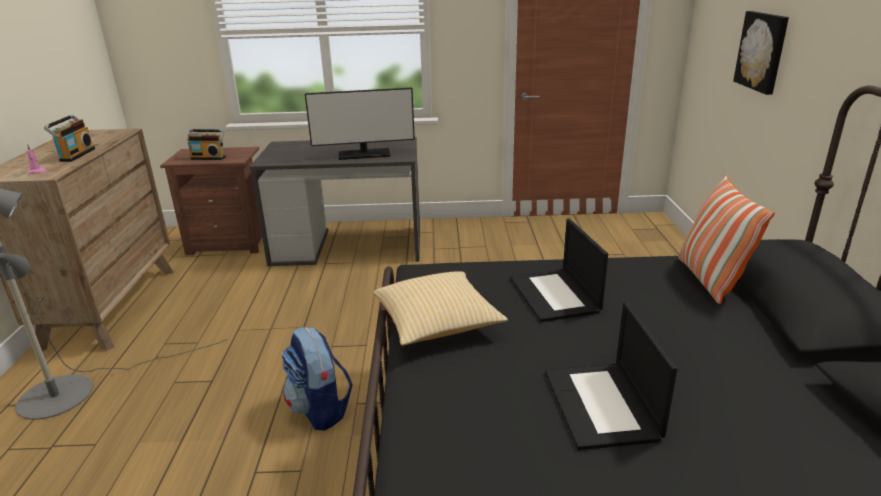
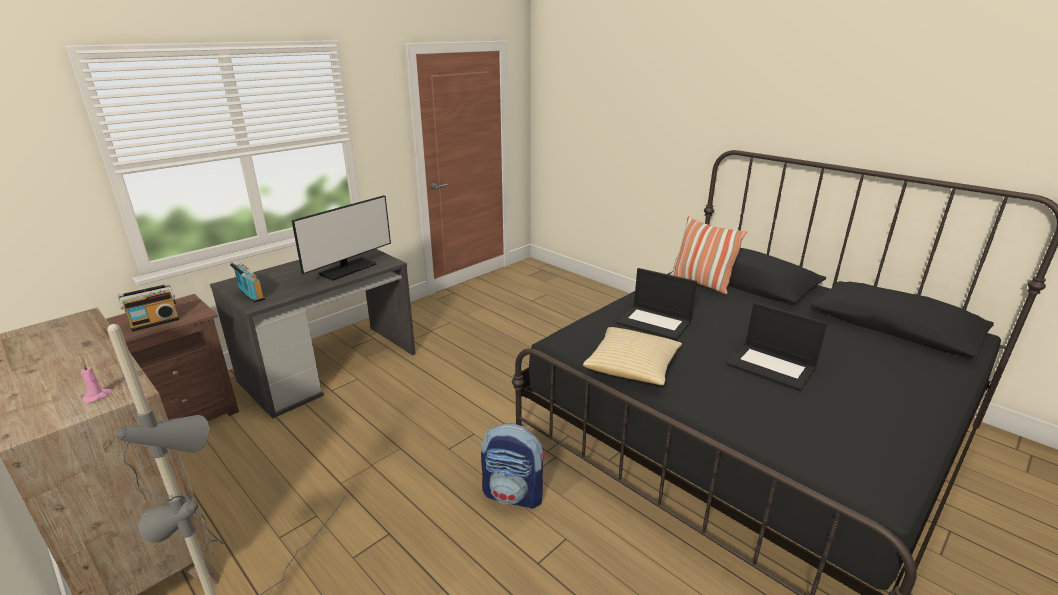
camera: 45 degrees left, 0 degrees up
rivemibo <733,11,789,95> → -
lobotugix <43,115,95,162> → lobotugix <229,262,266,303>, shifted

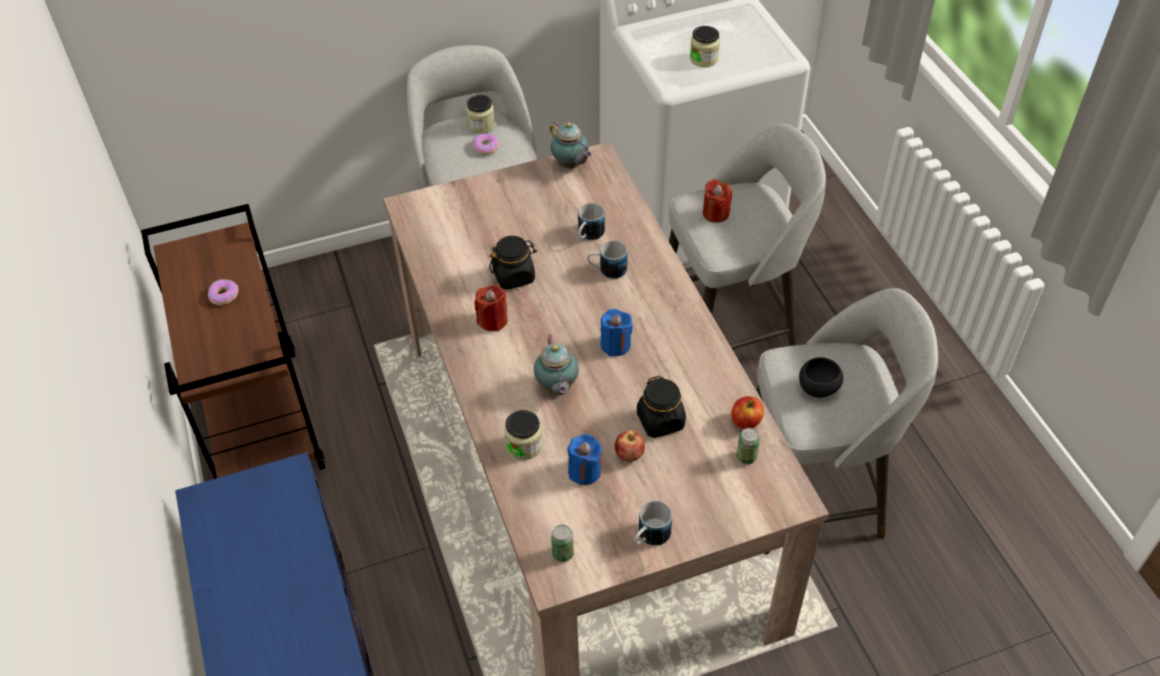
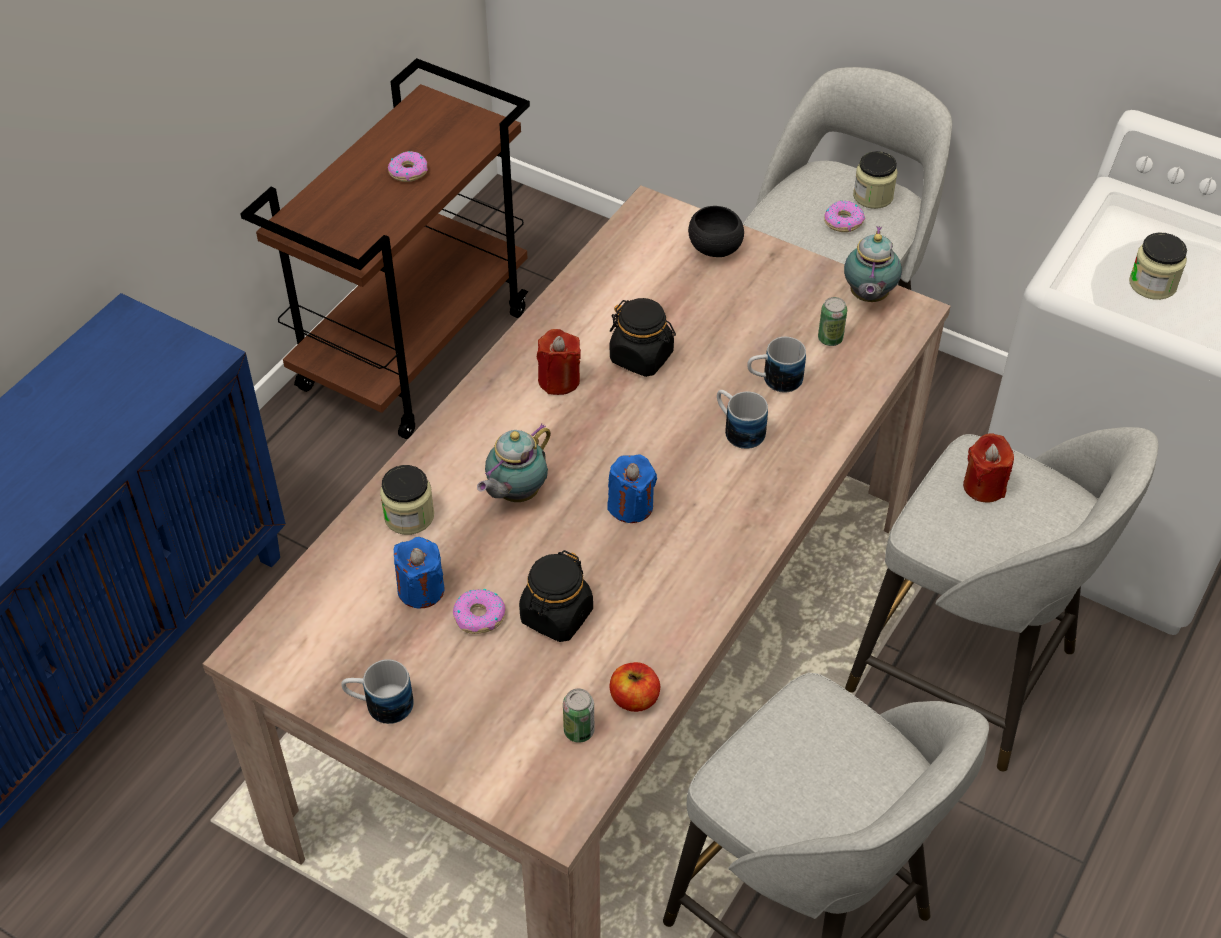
camera: 50 degrees right, 0 degrees up
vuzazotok <551,525,574,562> → vuzazotok <818,297,847,346>, shifted
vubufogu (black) <799,357,843,398> → vubufogu (black) <688,206,744,257>, shifted
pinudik <615,430,645,462> → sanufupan <453,589,505,634>

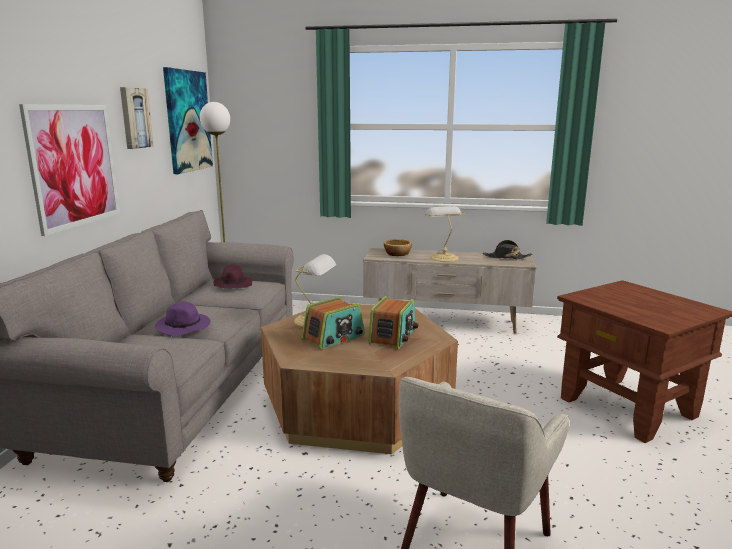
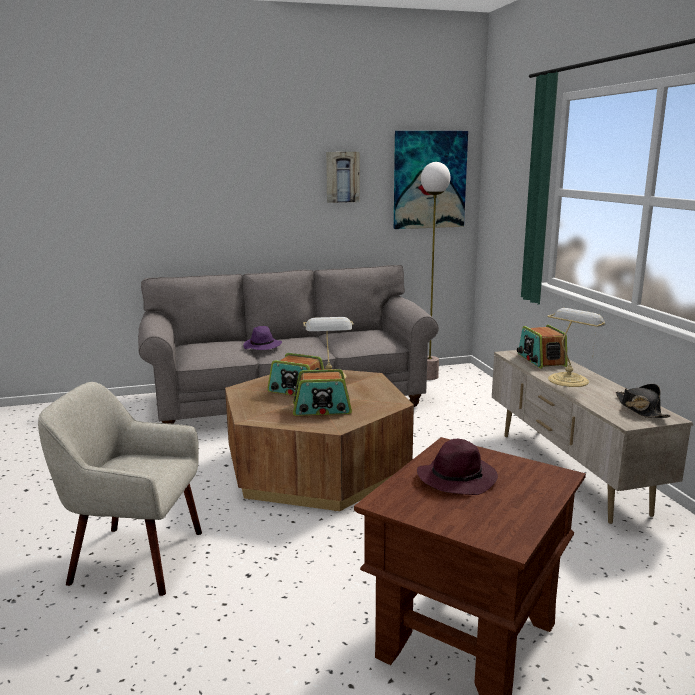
camera: 65 degrees right, 0 degrees up
rivemibo <19,104,120,236> → -
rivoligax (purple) <213,264,252,288> → rivoligax (purple) <417,439,498,495>, shifted
vubufogu <384,239,412,256> → lobotugix <517,325,568,368>

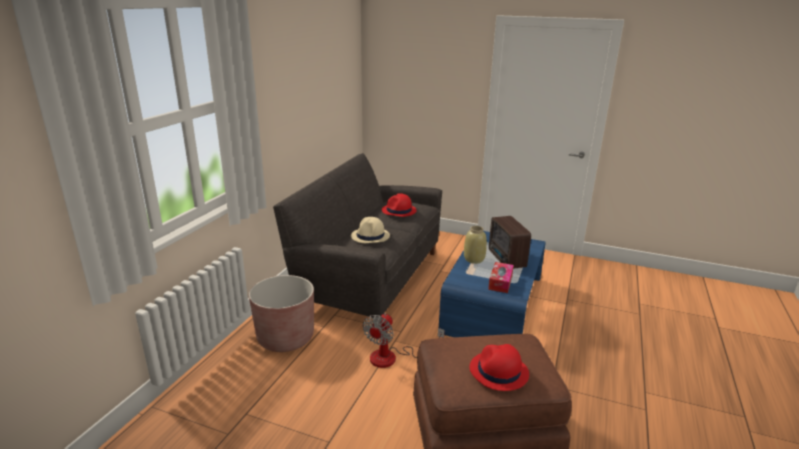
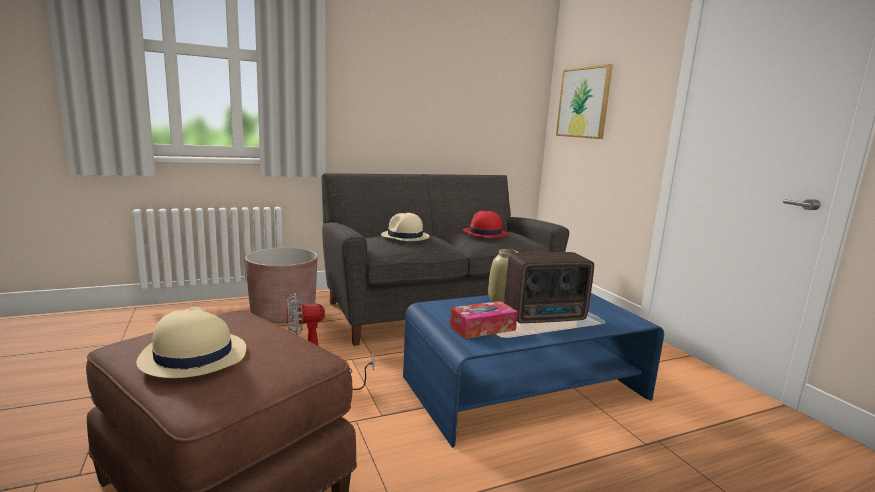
camera: 45 degrees right, 10 degrees down
- → rivemibo <556,64,613,139>
rivoligax (red) <469,344,529,391> → rivoligax (beige) <136,307,246,378>
lobotugix <489,216,531,269> → lobotugix <504,252,594,323>, 135 degrees counterclockwise

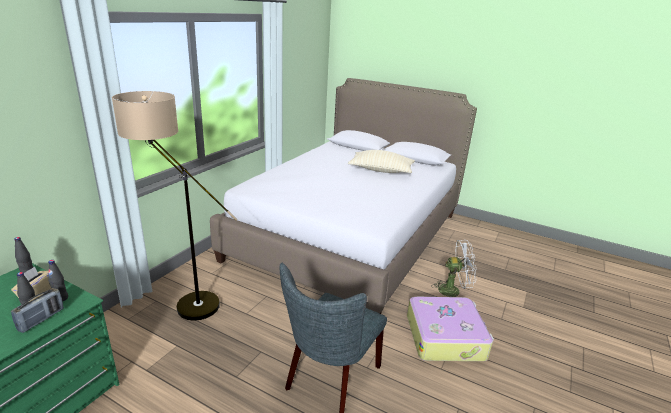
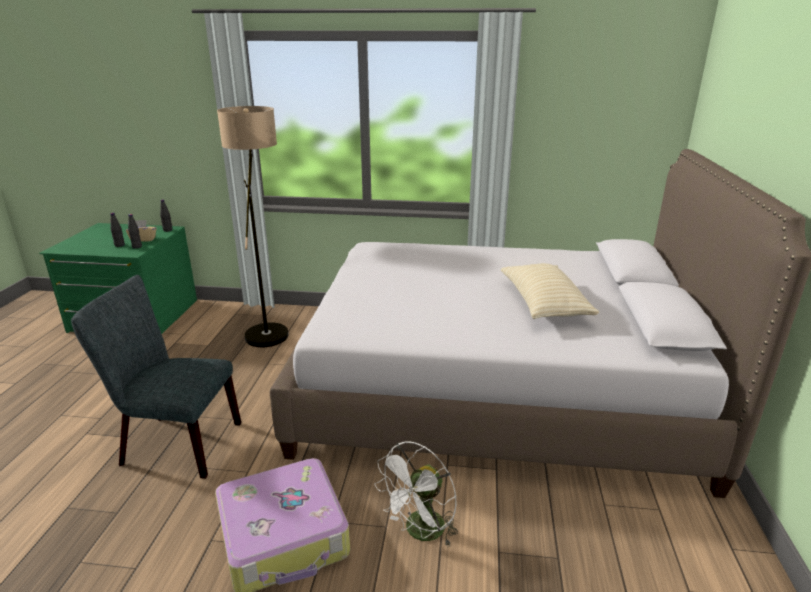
camera: 70 degrees right, 0 degrees up
lobotugix <11,288,64,333> → -
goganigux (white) <431,240,477,297> → goganigux (white) <374,442,458,547>, 60 degrees clockwise

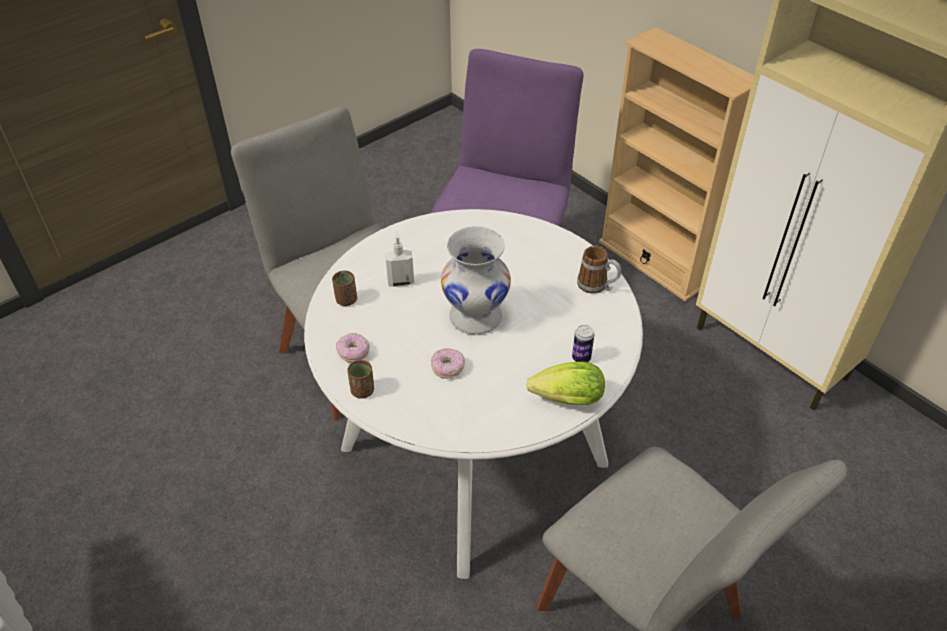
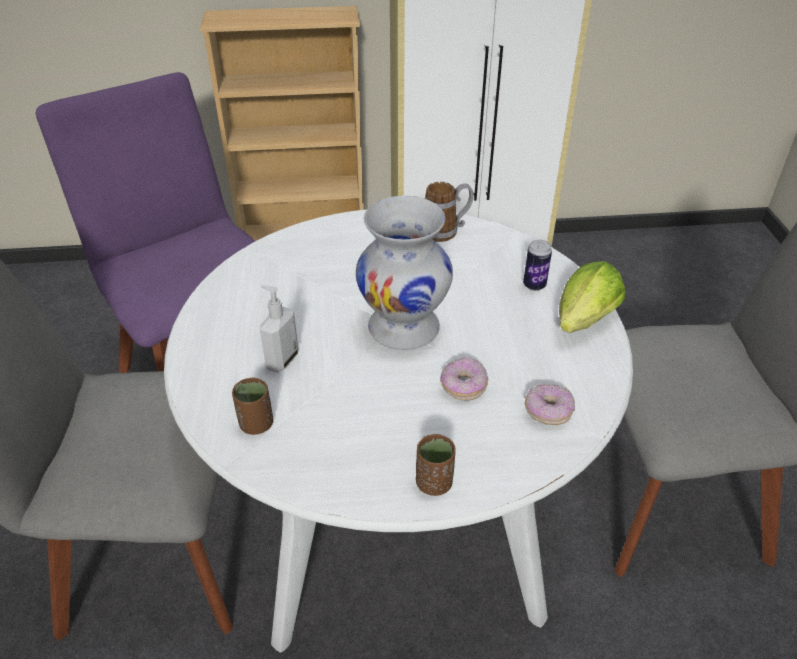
camera: 55 degrees left, 5 degrees down
sanufupan <336,333,370,362> → sanufupan <525,384,575,425>, shifted

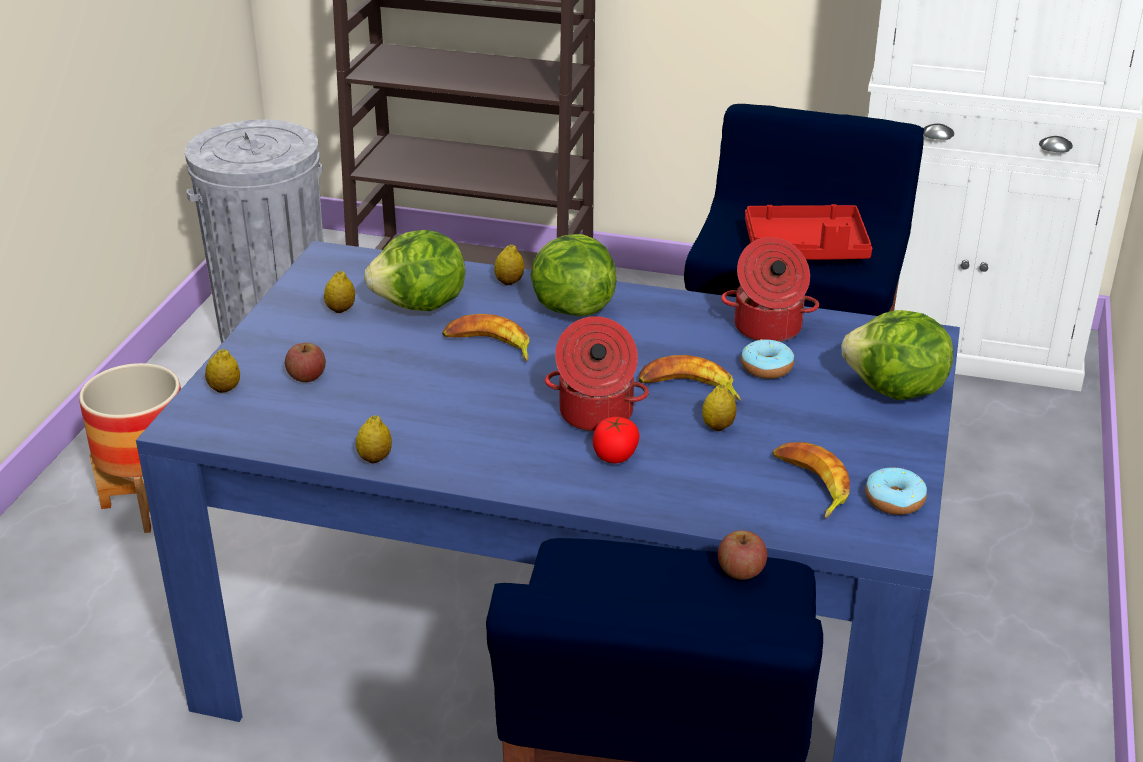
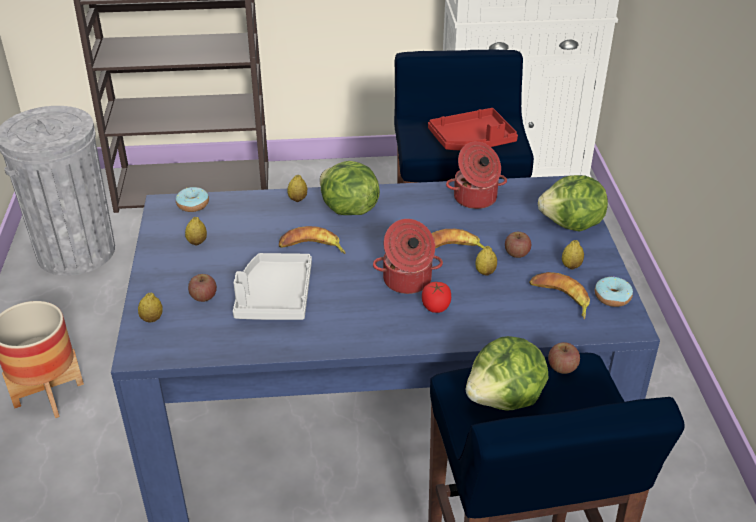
camera: 20 degrees left, 5 degrees up
- → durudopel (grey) <233,253,312,320>
- → pinudik <505,232,531,258>
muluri <356,415,392,464> → muluri <562,240,584,270>, shifted
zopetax <364,230,465,311> → zopetax <466,336,549,410>, shifted
sanufupan <741,339,794,379> → sanufupan <176,187,209,212>, shifted

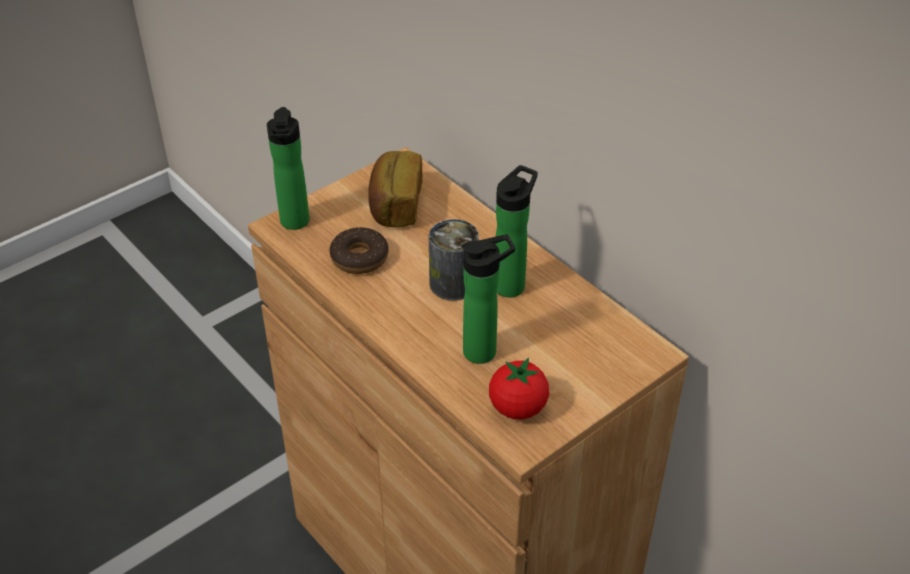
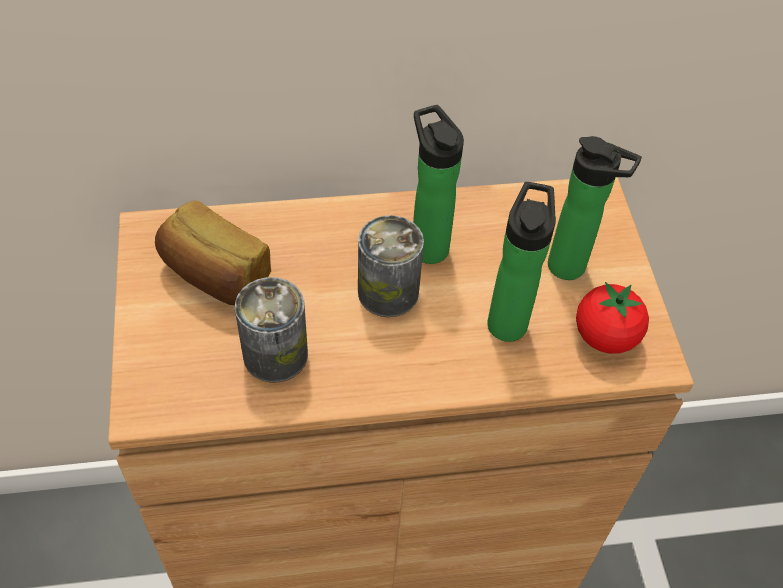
camera: 60 degrees left, 10 degrees up
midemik <267,107,310,230> → midemik <548,136,642,280>, shifted
sanufupan <330,227,389,274> → vuzazotok <235,277,308,382>

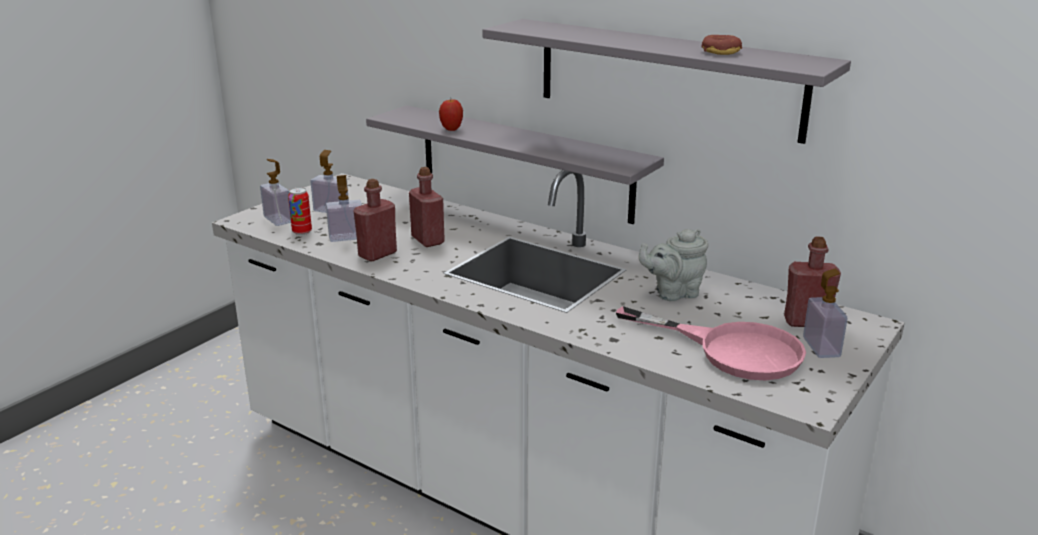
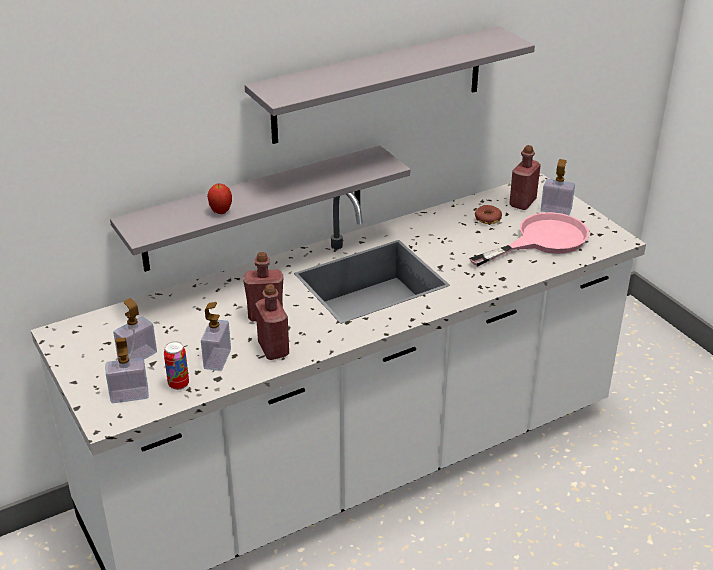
camera: 65 degrees left, 10 degrees up
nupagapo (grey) <639,229,708,301> → -
sanufupan <701,35,742,55> → sanufupan <475,205,502,225>, shifted

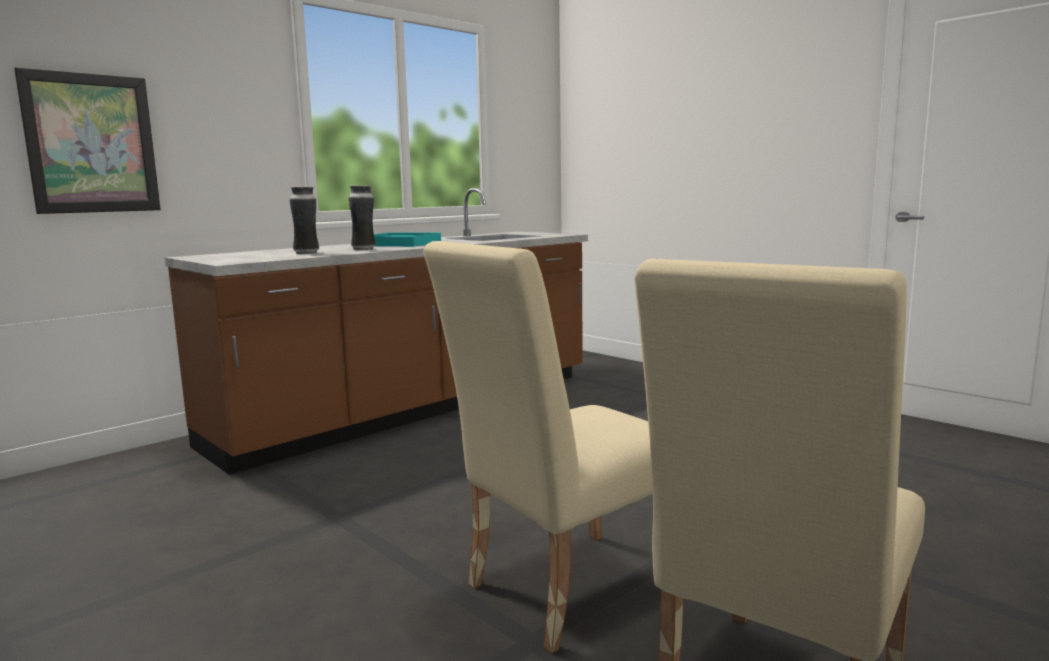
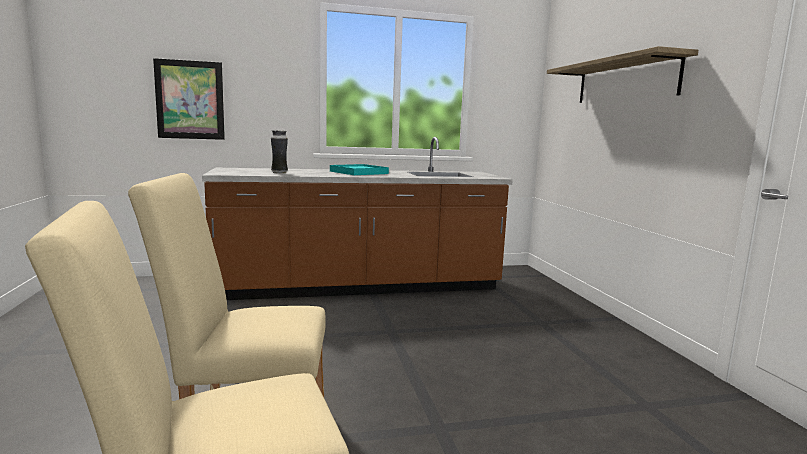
camera: 30 degrees right, 0 degrees up
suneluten <349,185,376,250> → -
- → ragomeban <547,46,698,103>

